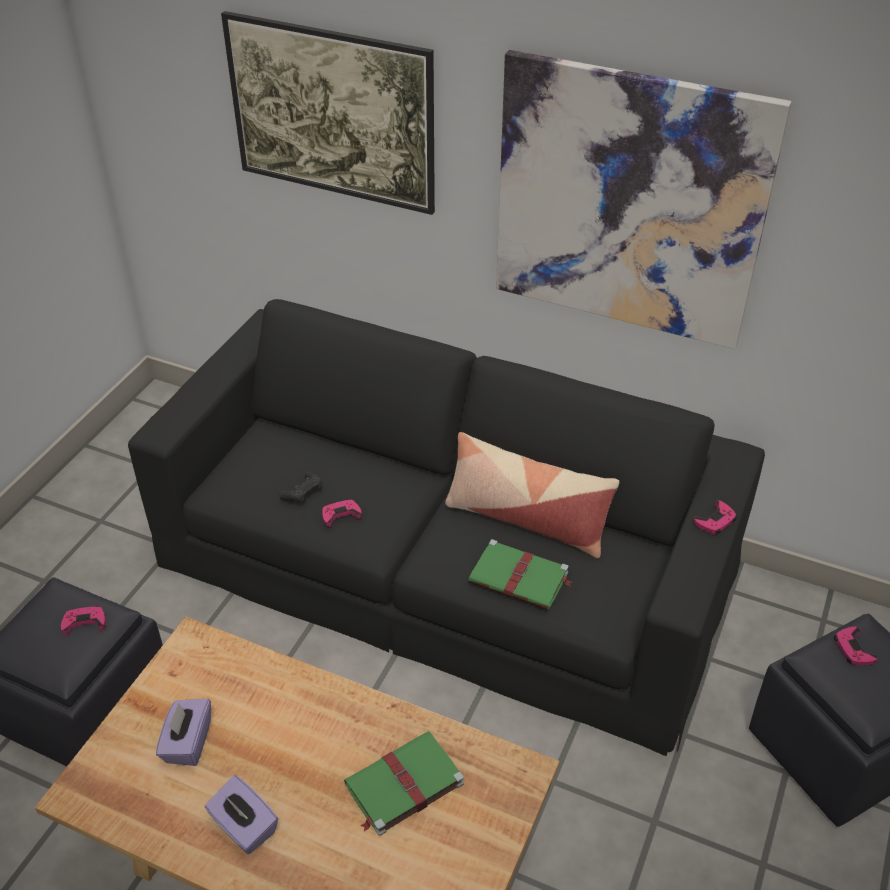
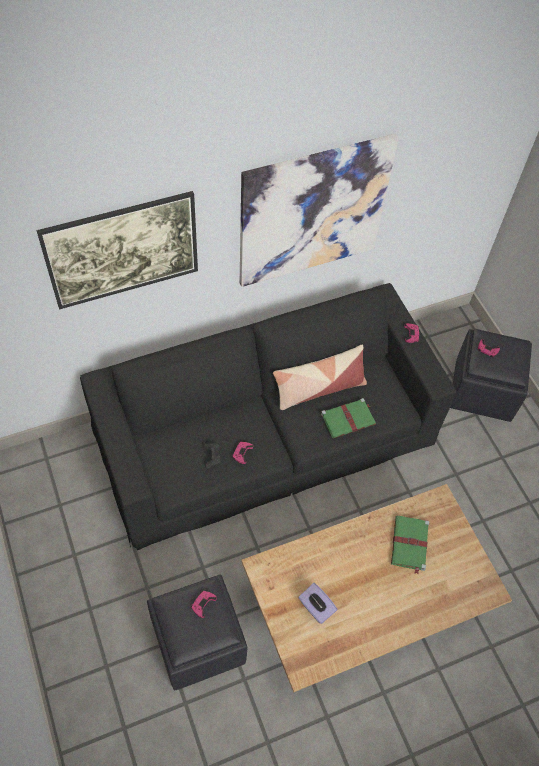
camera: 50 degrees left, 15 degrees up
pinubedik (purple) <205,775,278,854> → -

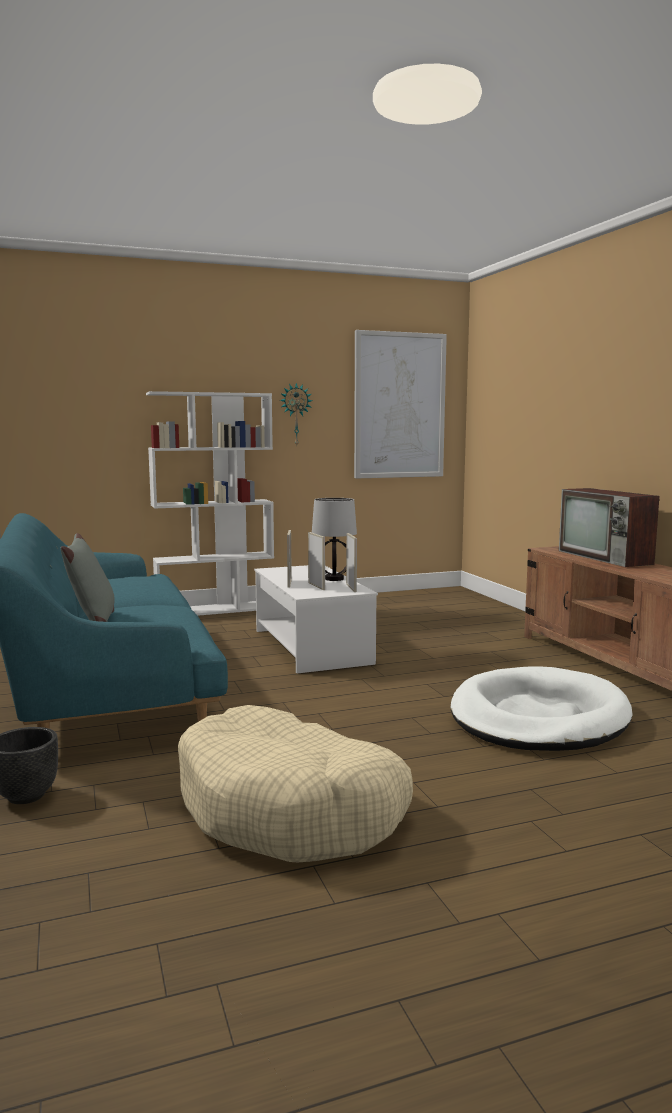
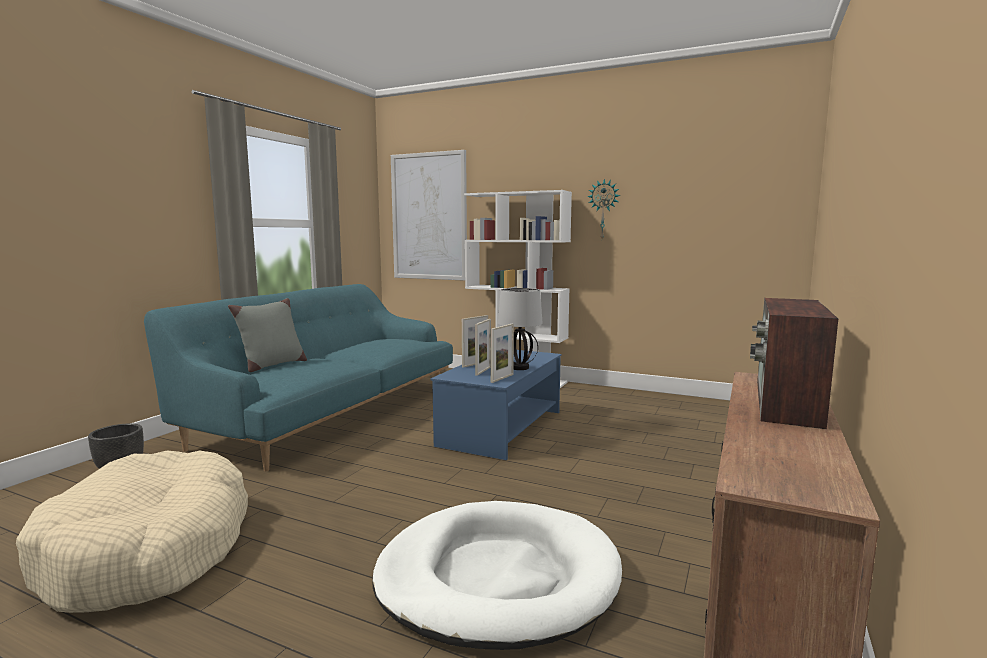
camera: 45 degrees right, 0 degrees up
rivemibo <354,330,447,478> → rivemibo <391,150,467,281>, shifted
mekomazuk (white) <254,565,378,673> → mekomazuk (blue) <431,350,562,460>

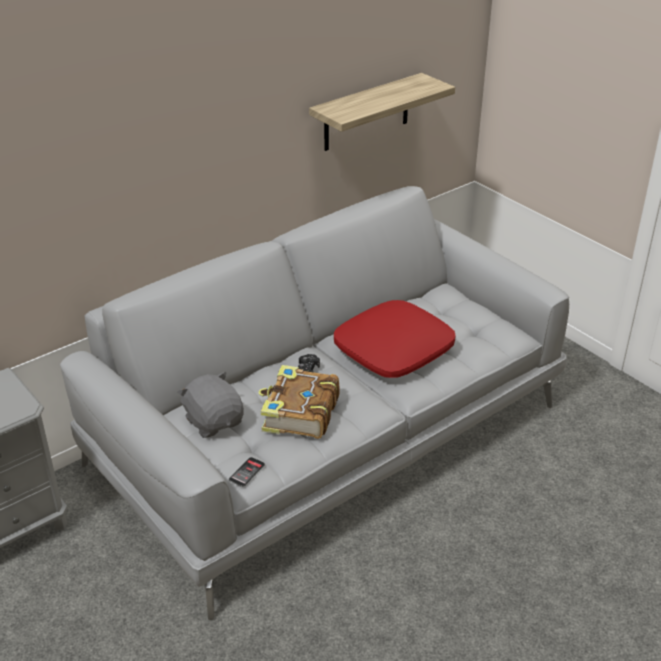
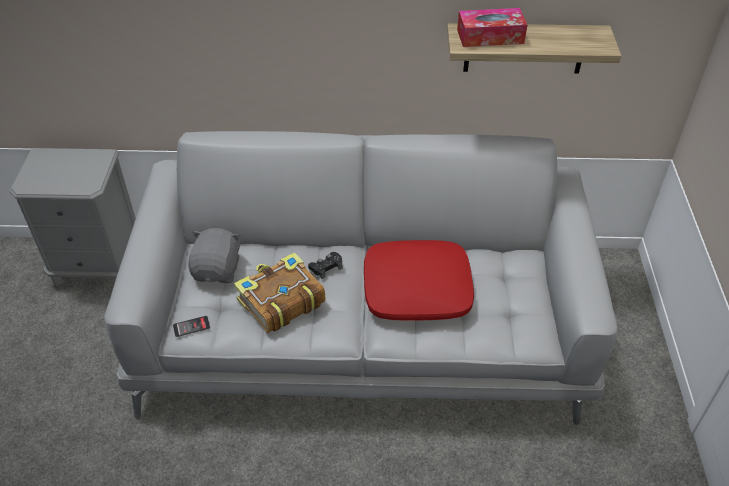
camera: 40 degrees right, 10 degrees up
- → pinubedik <457,8,528,47>

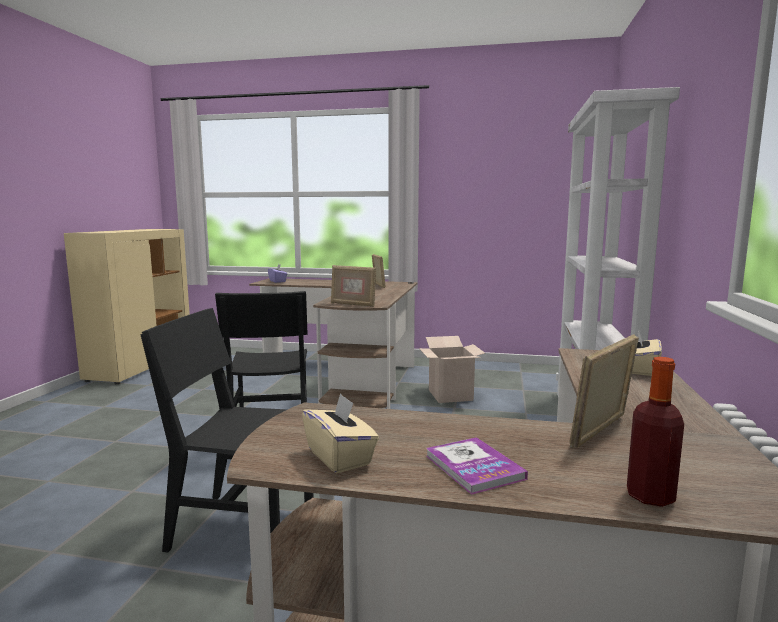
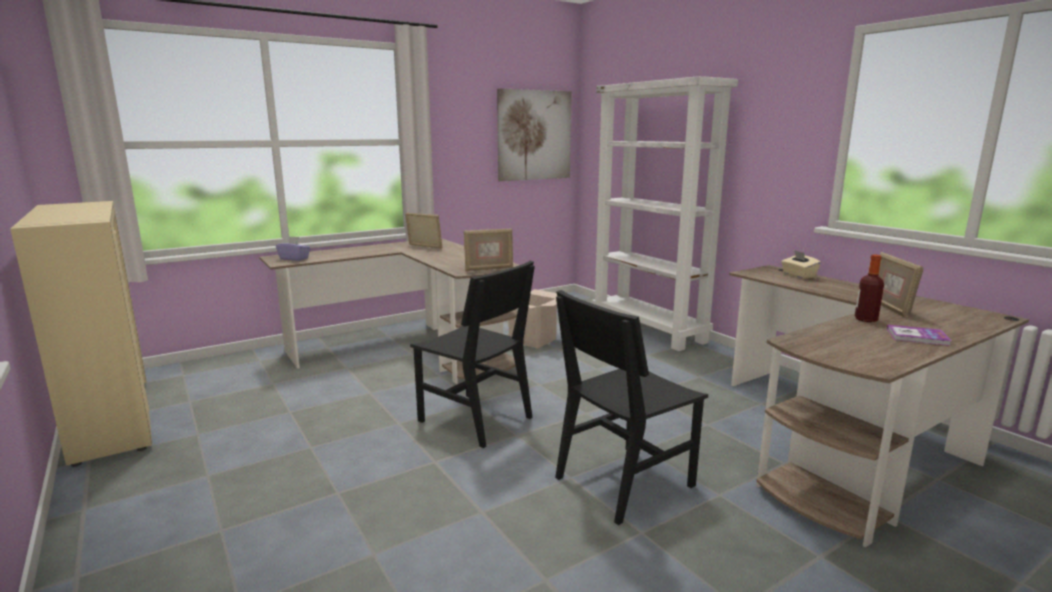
camera: 45 degrees left, 5 degrees up
pinubedik (beige) <302,393,379,473> → -
- → rivemibo <497,88,572,181>
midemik <627,357,684,507> → midemik <855,254,884,322>, shifted

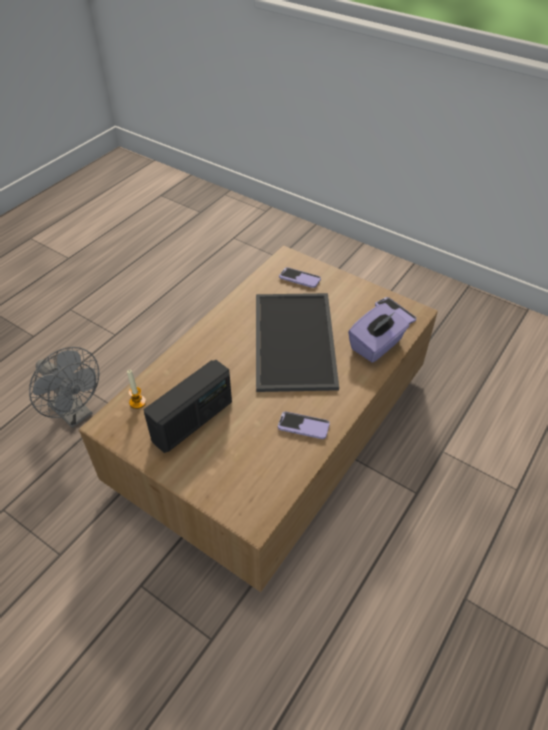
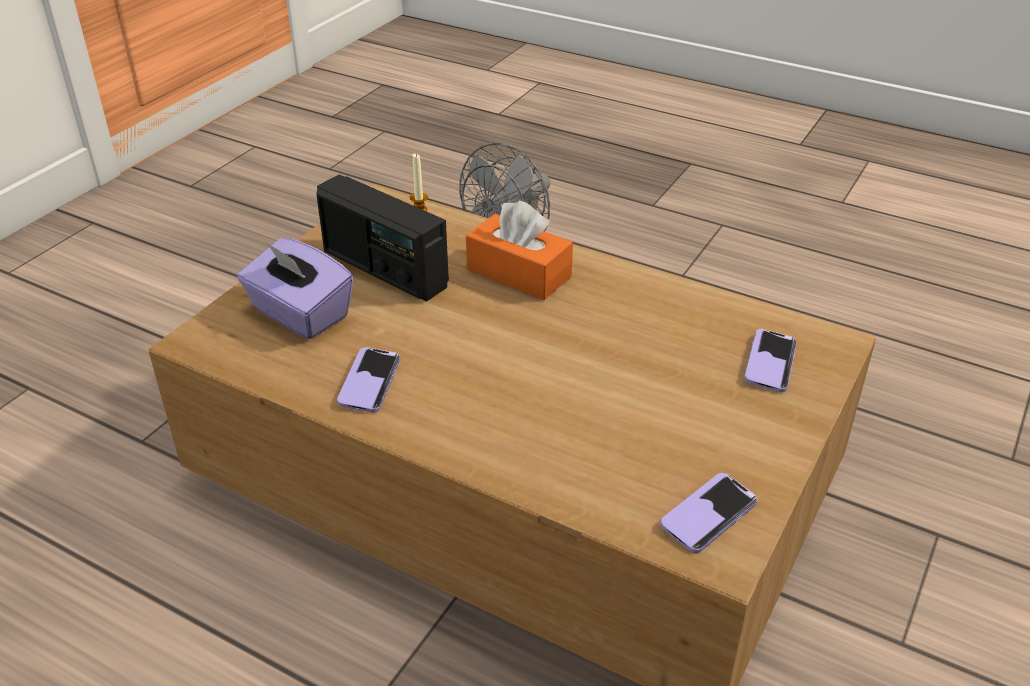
camera: 85 degrees right, 10 degrees down
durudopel <256,293,339,392> → -
- → pinubedik (orange) <466,201,573,300>
pinubedik (purple) <348,303,409,363> → pinubedik (purple) <237,238,353,339>, shifted

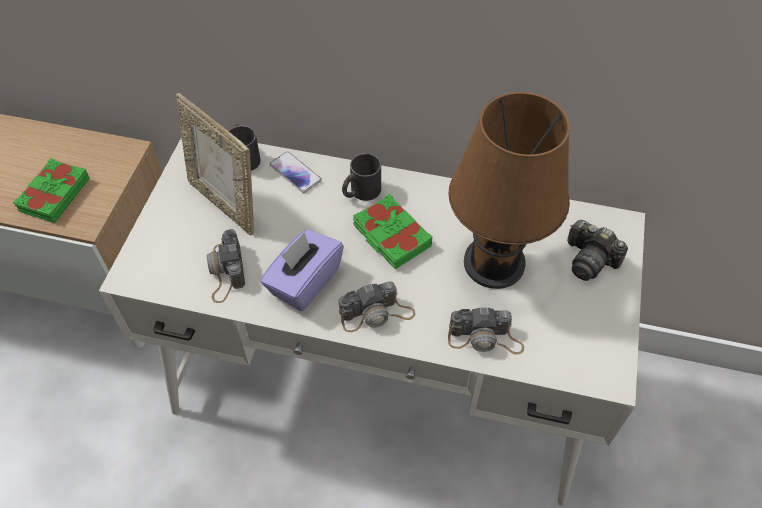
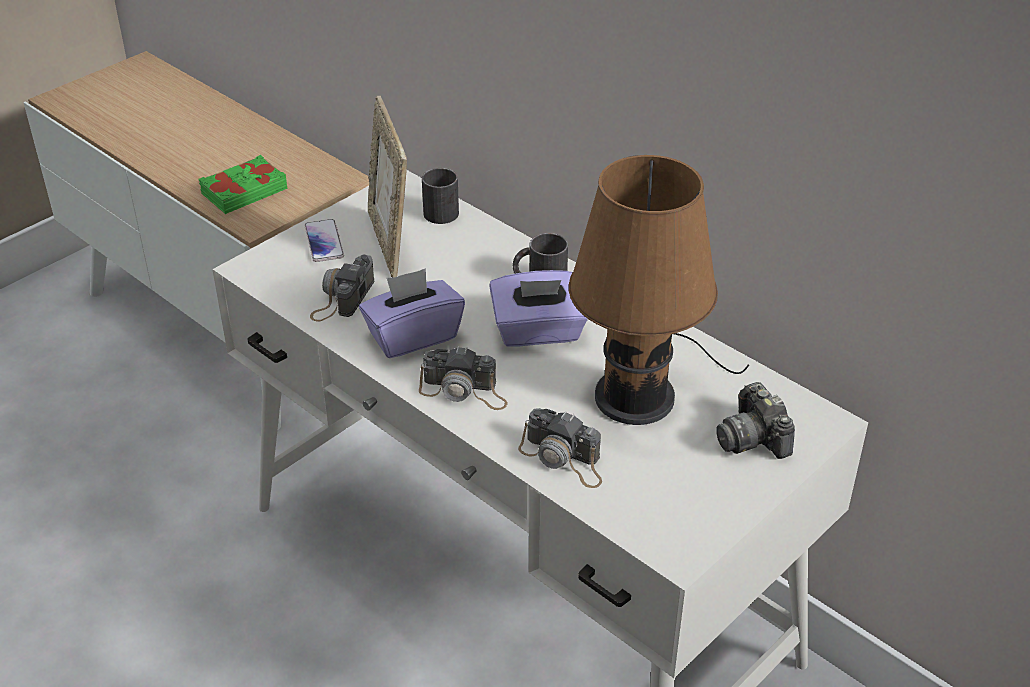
camera: 30 degrees right, 15 degrees down
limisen <270,151,322,193> → limisen <304,219,344,262>, shifted
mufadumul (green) <353,194,432,269> → pinubedik (purple) <489,270,588,347>

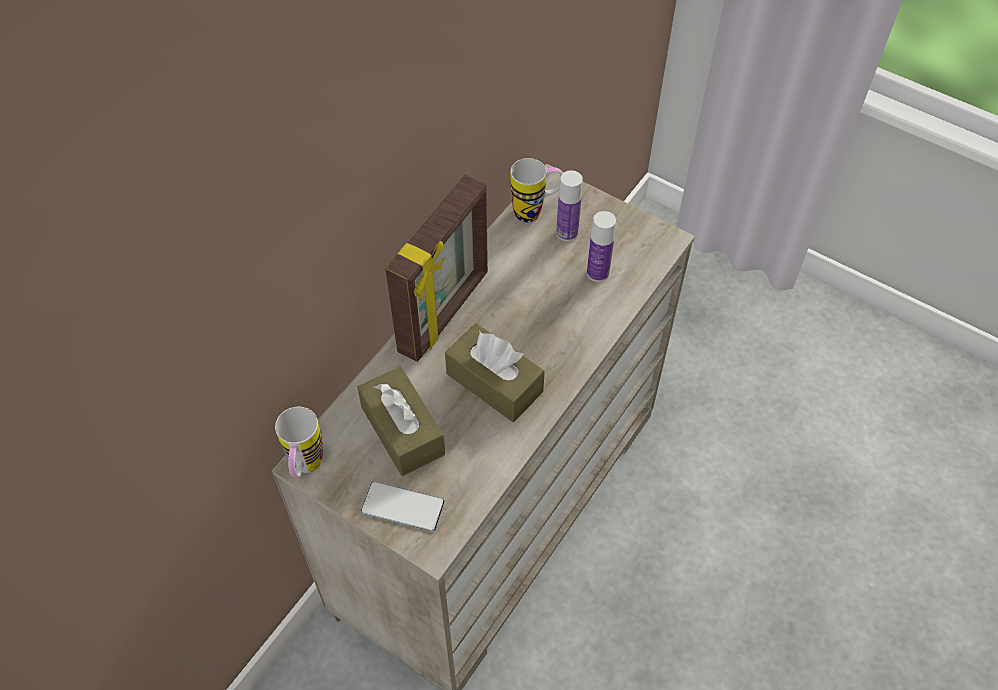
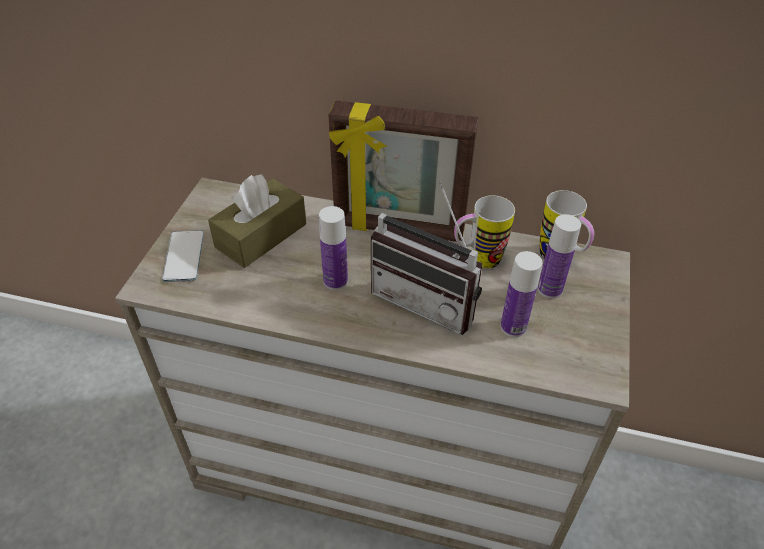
camera: 70 degrees right, 10 degrees down
- → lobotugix <371,181,483,335>
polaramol <275,407,323,478> → polaramol <454,195,515,268>, shifted
pinubedik (brown) <445,323,545,422> → midemik <319,206,348,290>

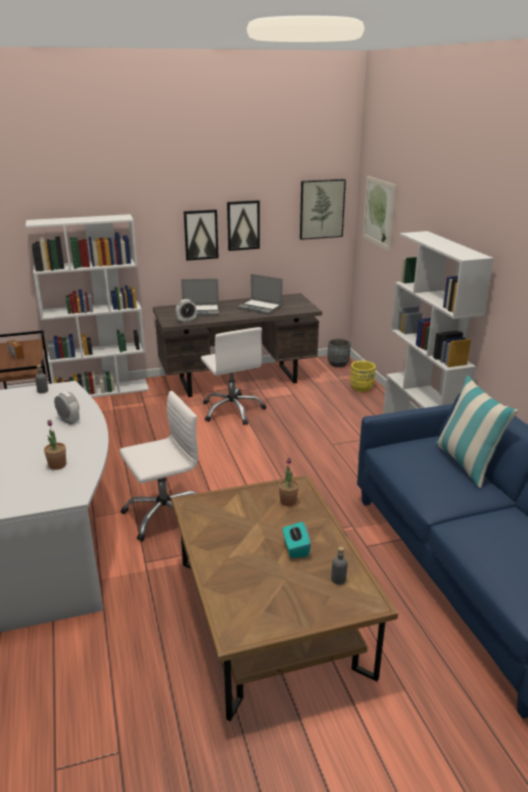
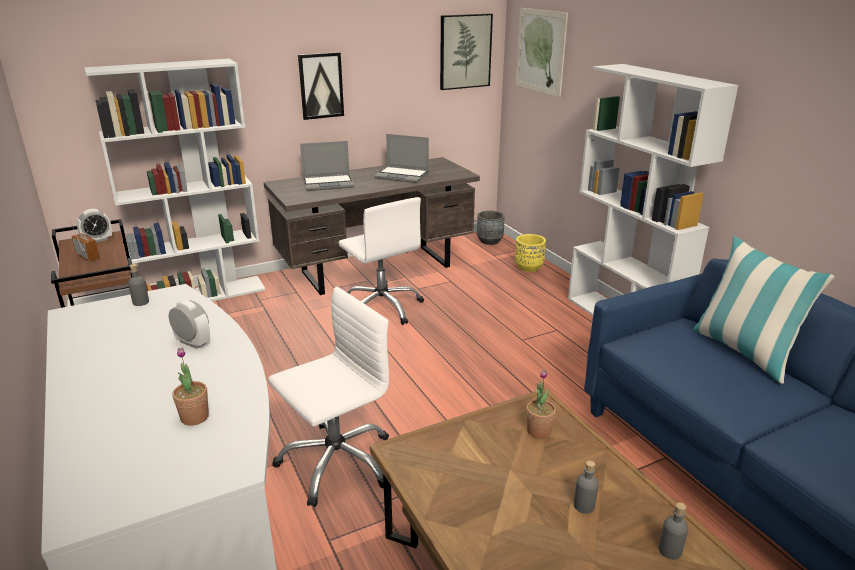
camera: 10 degrees left, 0 degrees up
rivemibo <227,200,260,251> → -
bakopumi <176,299,197,323> → bakopumi <76,209,112,243>, shifted
pinubedik (turquoise) <283,522,311,558> → midemik (grey) <574,460,599,514>

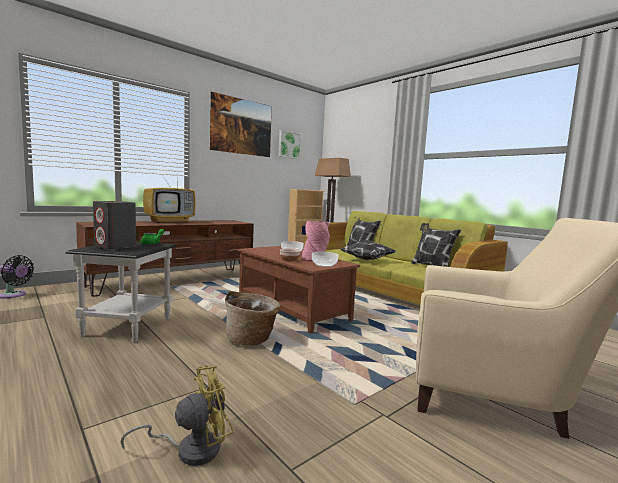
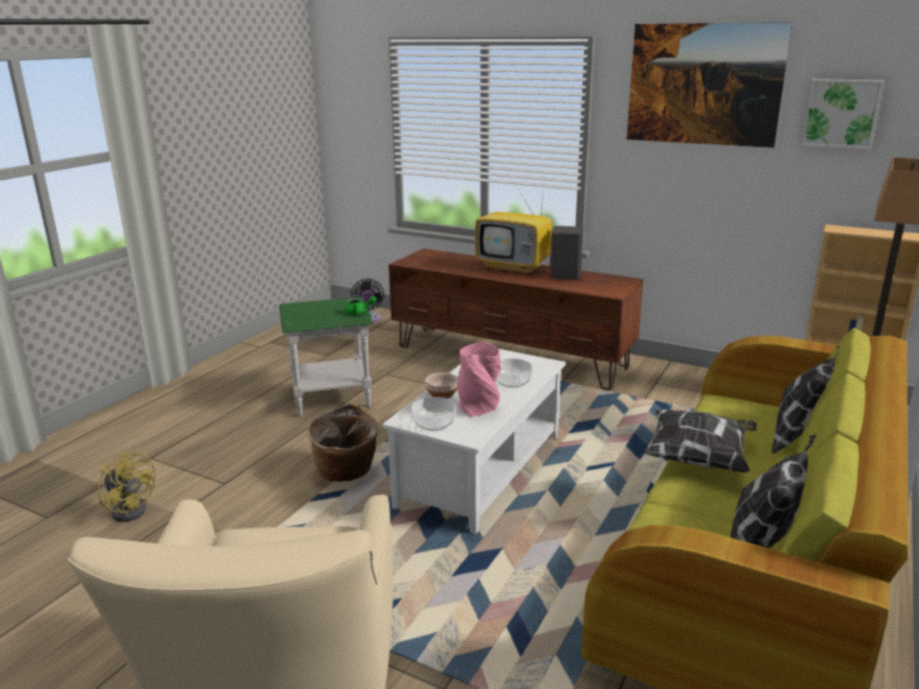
camera: 70 degrees right, 15 degrees up
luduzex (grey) <93,201,136,250> → luduzex (grey) <550,226,584,279>, shifted
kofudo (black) <66,242,177,342> → kofudo (green) <279,297,374,416>
mekomazuk (brown) <238,246,360,333> → mekomazuk (white) <382,348,566,535>

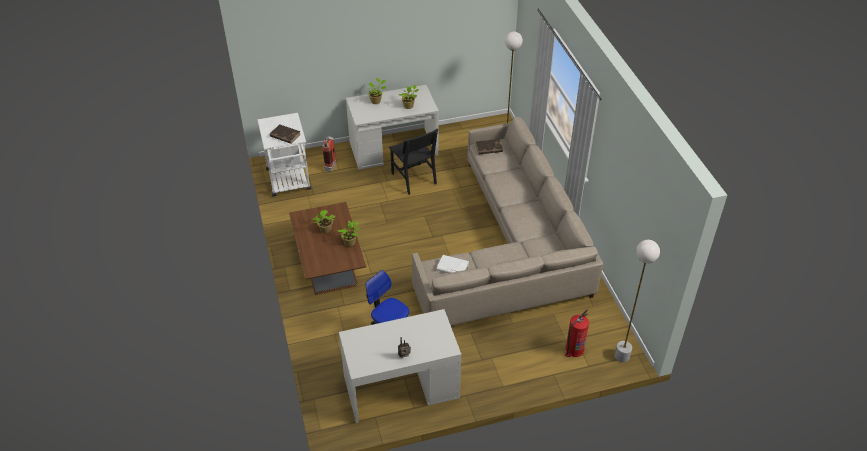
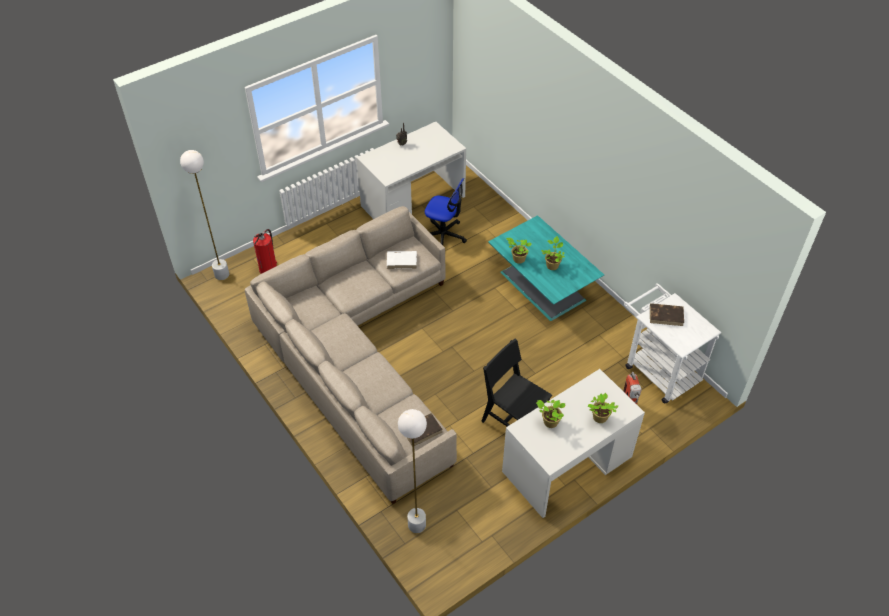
camera: 160 degrees right, 5 degrees up
mekomazuk (brown) <289,202,366,295> → mekomazuk (turquoise) <488,215,604,321>

